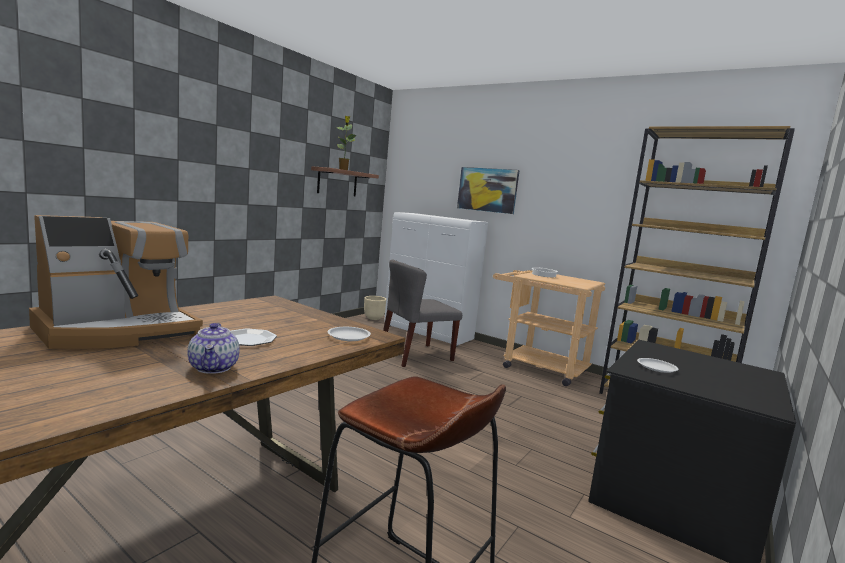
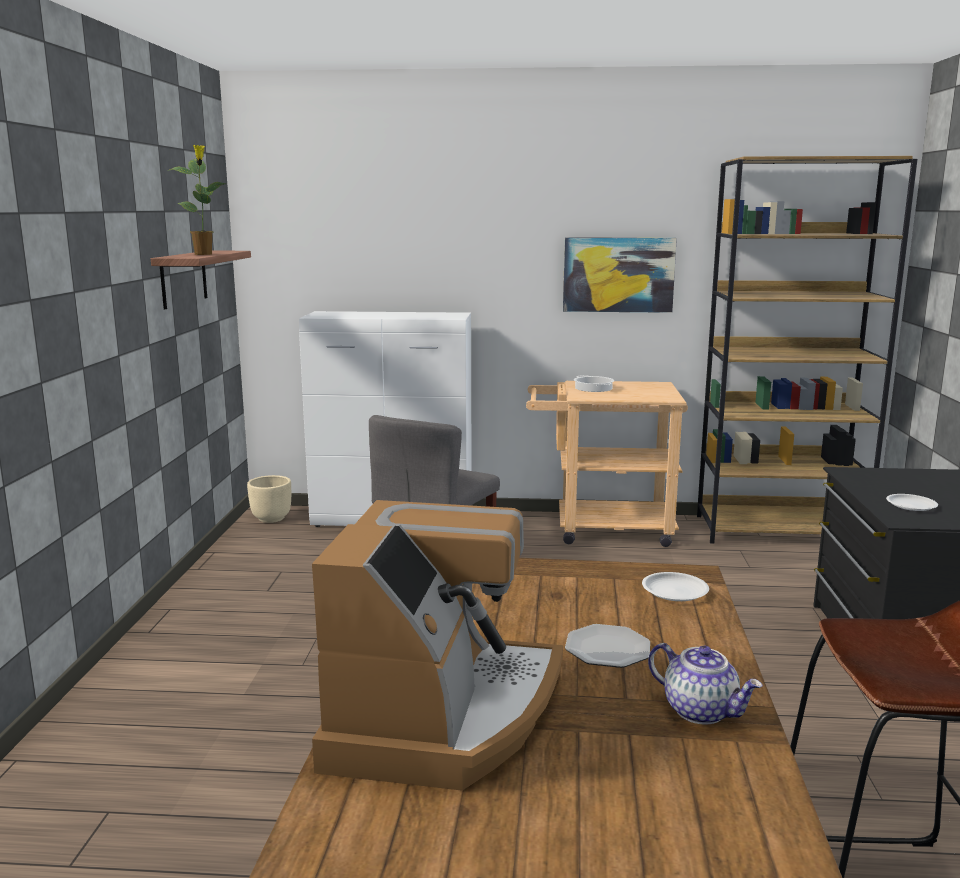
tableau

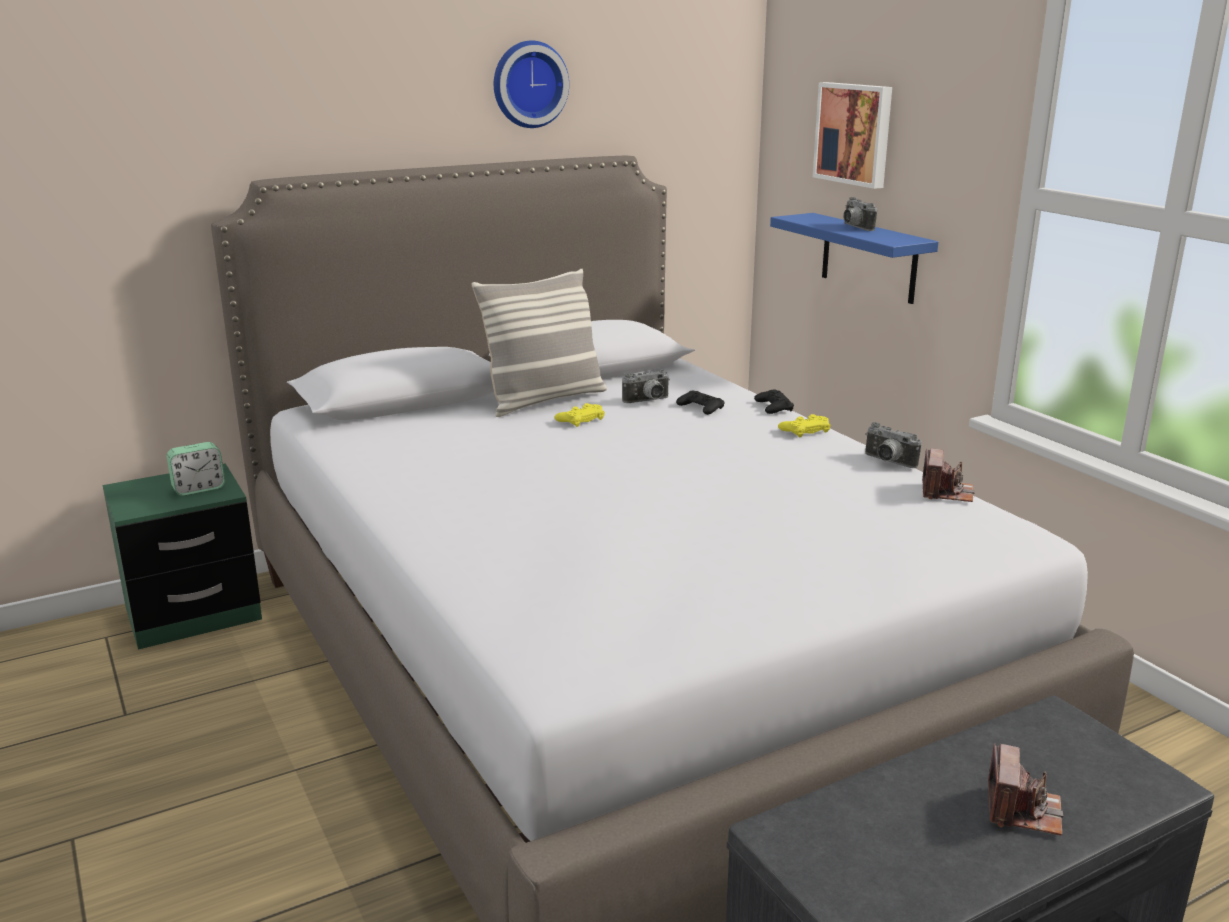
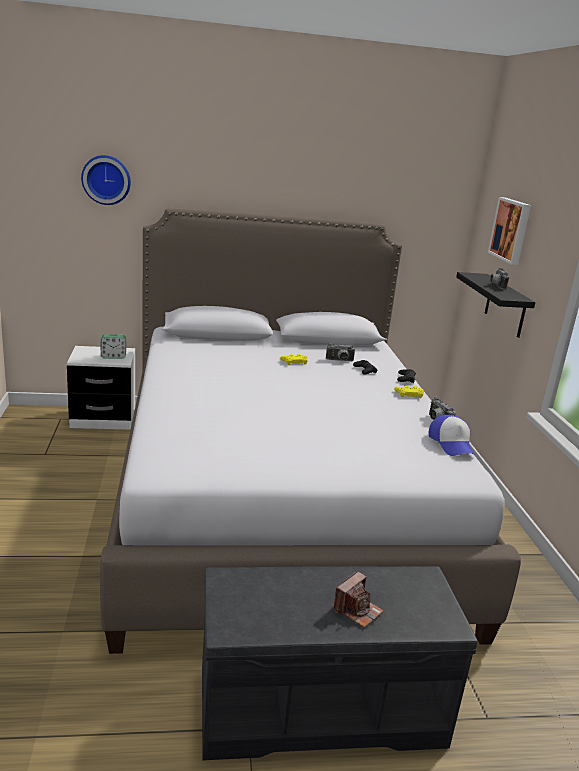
coussin
horloge murale
casquette
table de chevet [blanc]
étagère [noir]

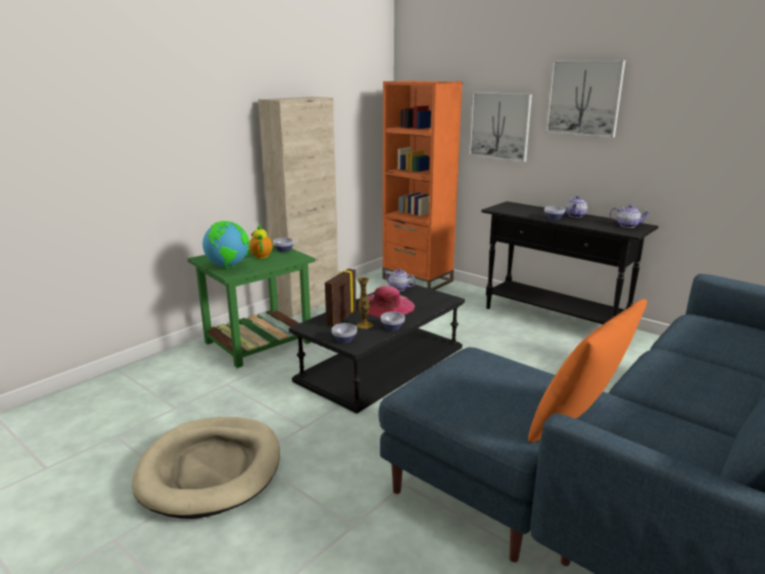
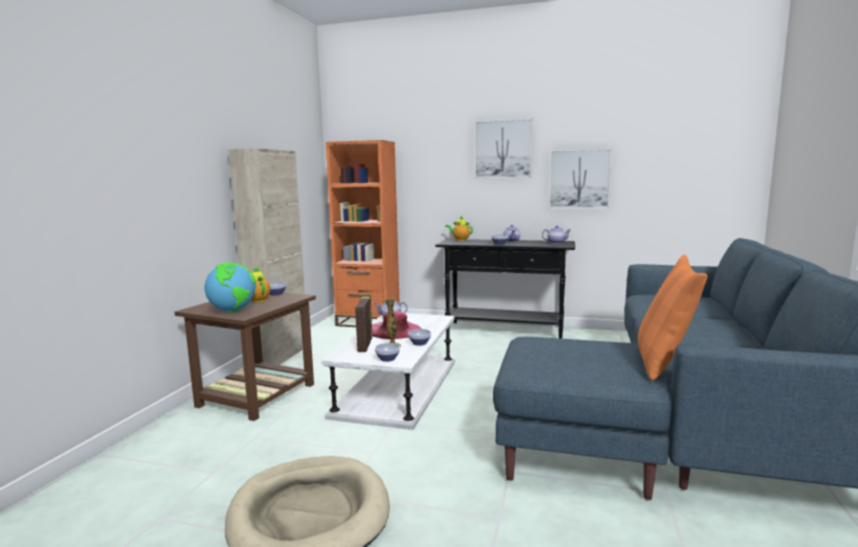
théière (no. 3 from left)
tableau (no. 2 from left)
table d'appoint [marron]
table basse [blanc]

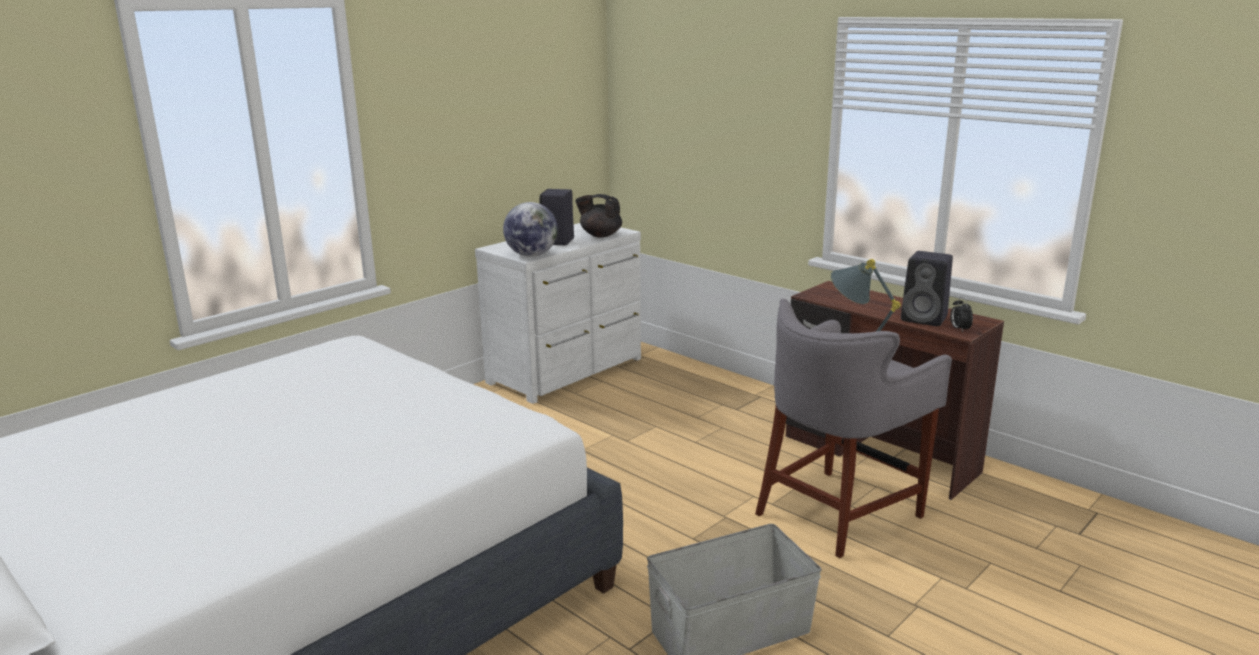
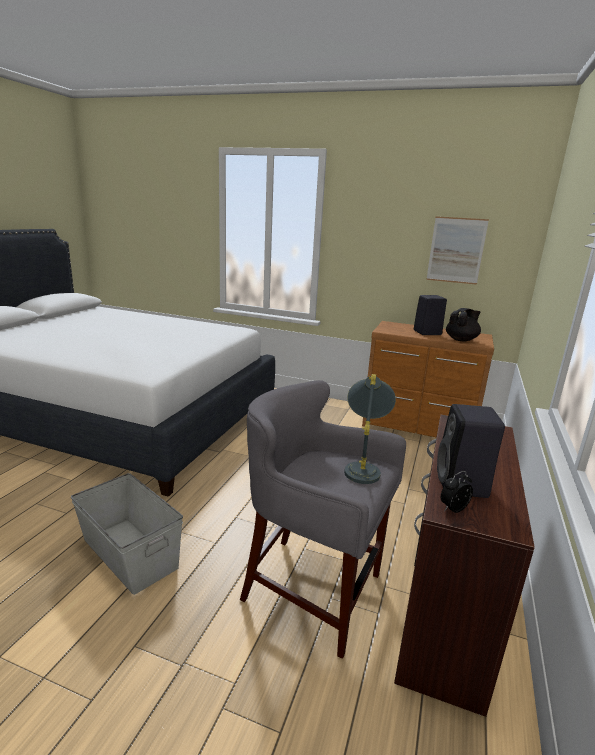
globe
tableau
commode [marron]
théière [noir]

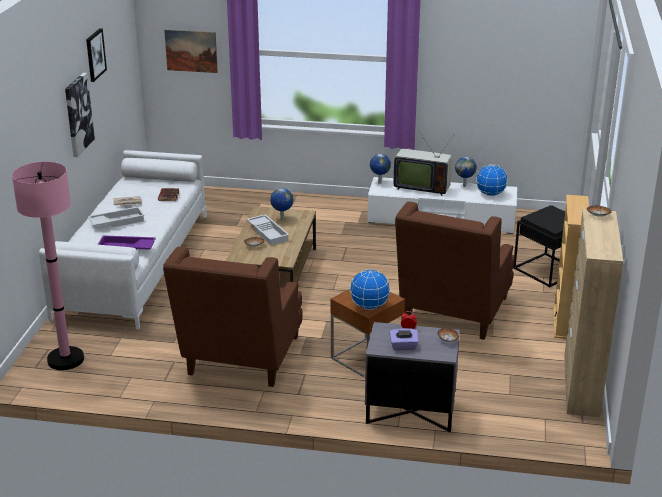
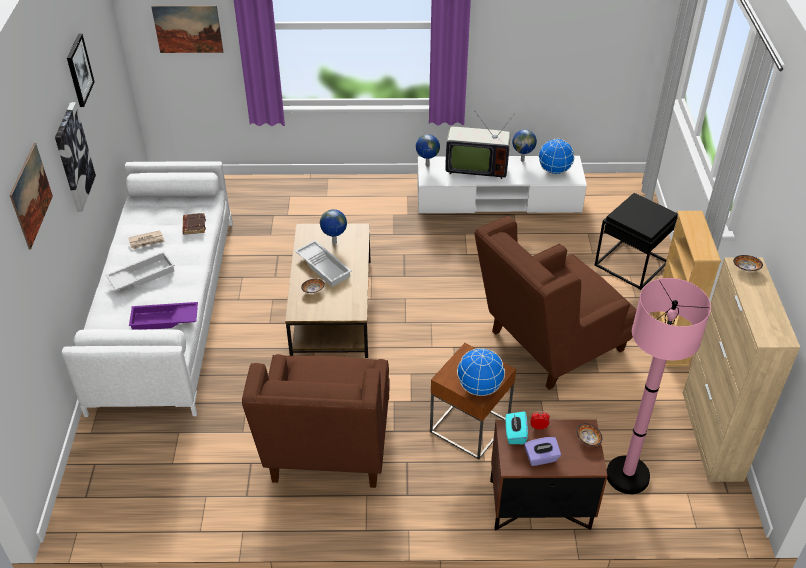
tableau (no. 1 from left)
boîte à mouchoirs [turquoise]
lampadaire [rose]
table de chevet [marron]
fauteuil [marron] (no. 2 from left)

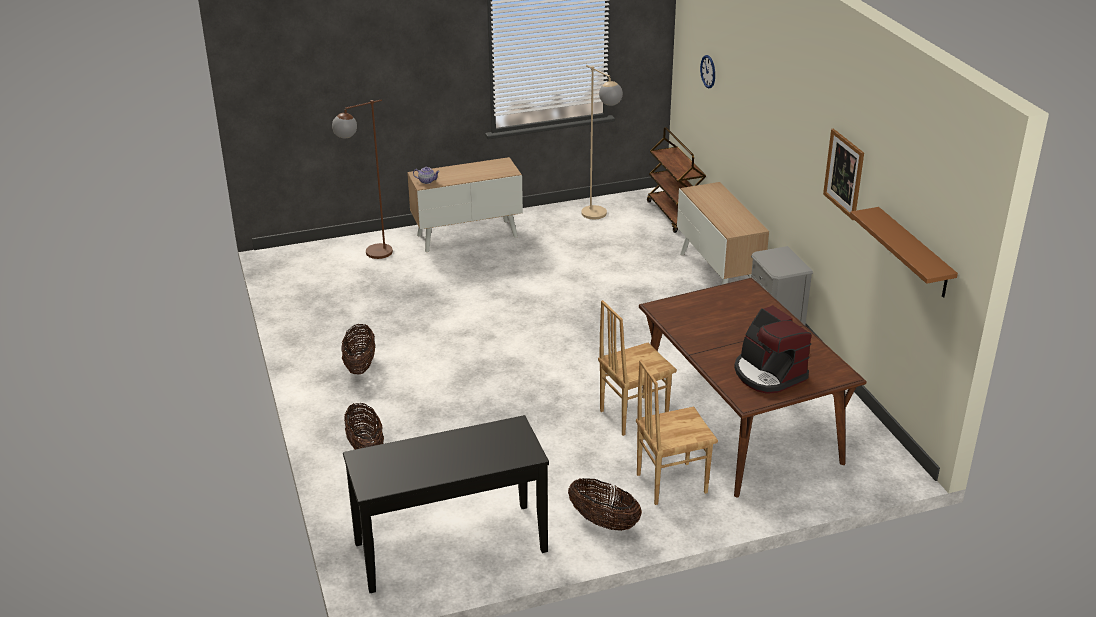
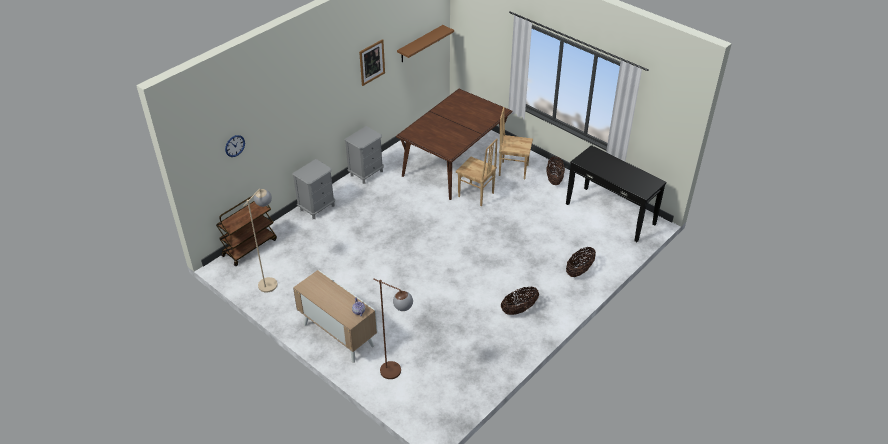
machine à café
table de chevet [gris] (no. 1 from left)
chaise [marron] (no. 2 from left)

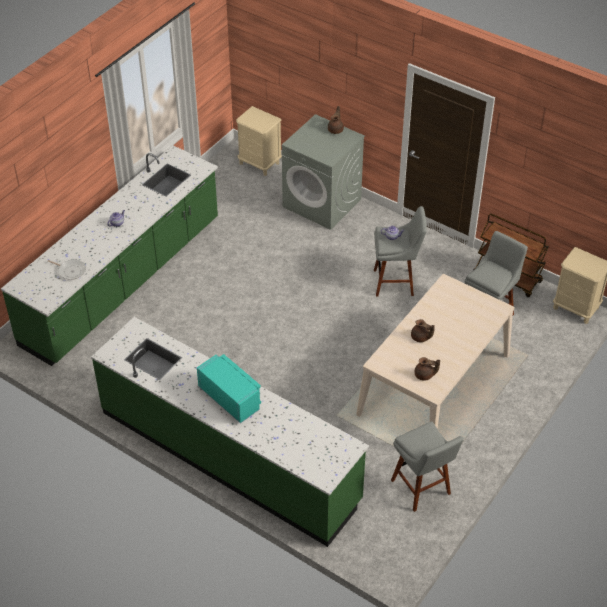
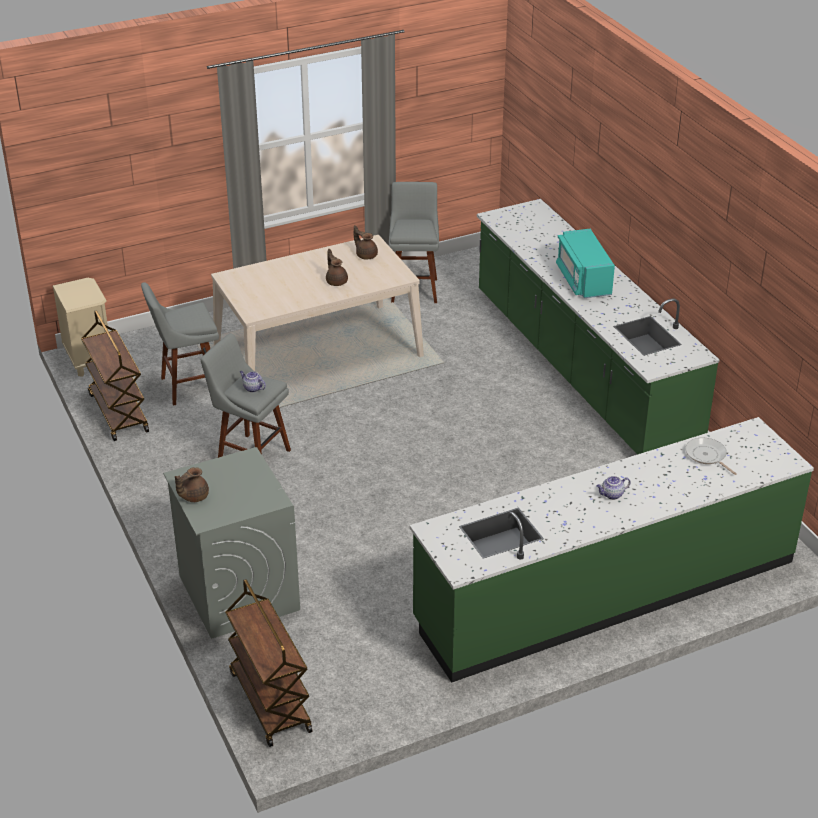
chariot [marron] (no. 2 from left)

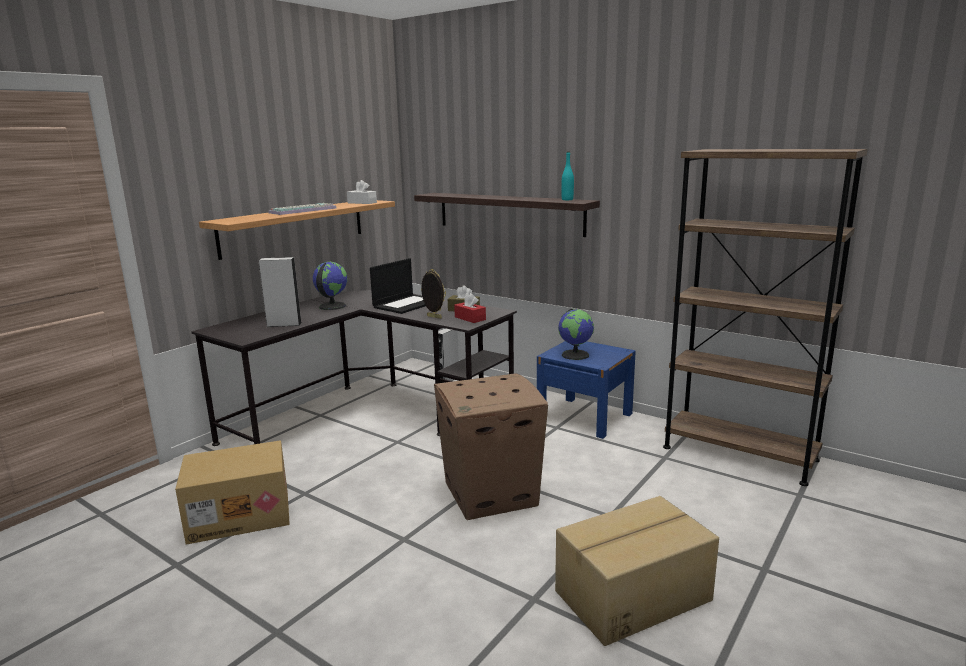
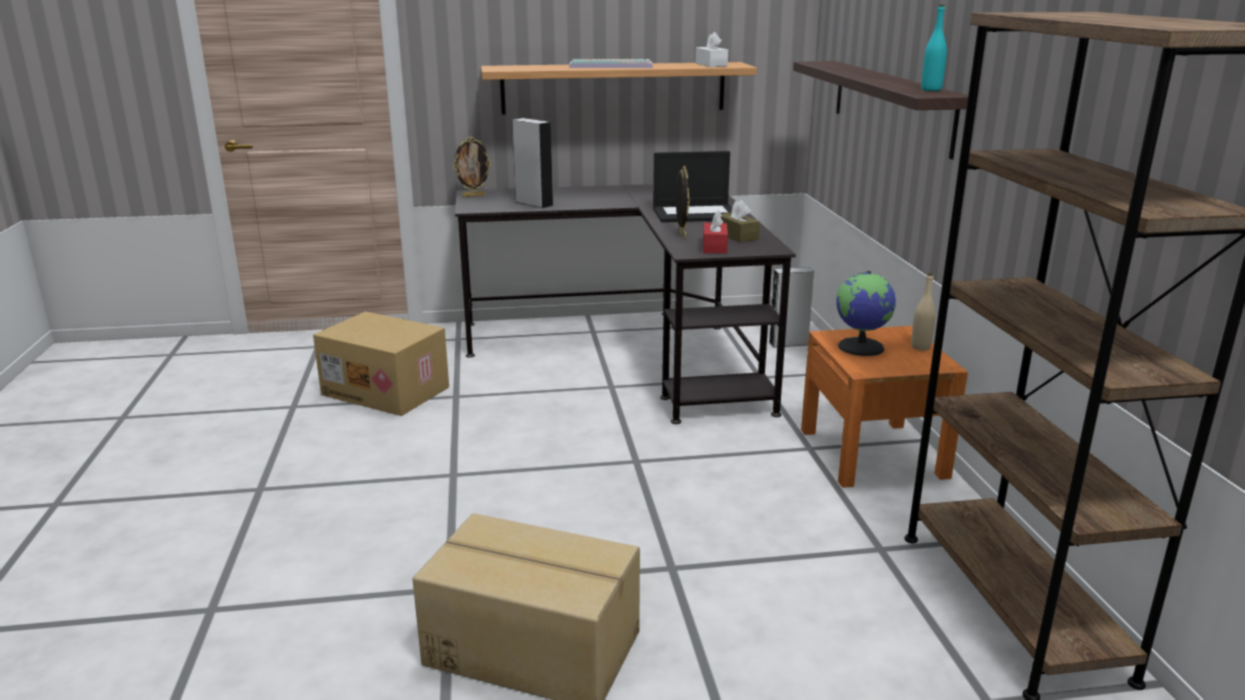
globe (no. 1 from left in the first image)
carton (no. 2 from left in the first image)
cadre photo (no. 1 from left)
bouteille [beige]
table de chevet [orange]

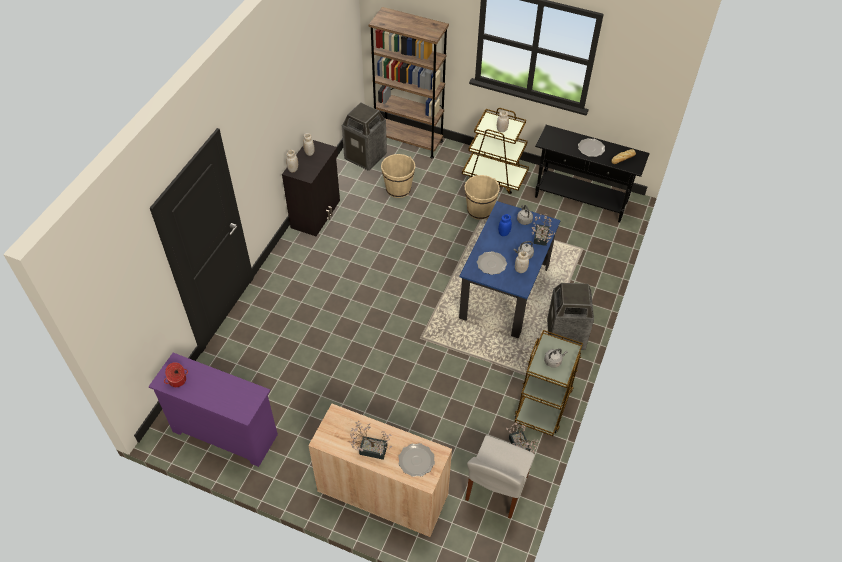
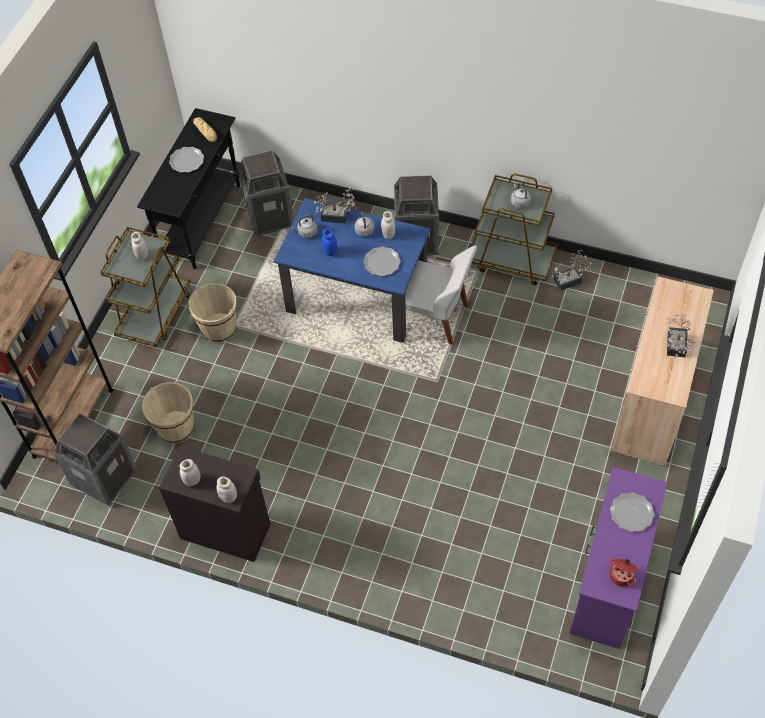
poubelle (no. 2 from left)
assiette (no. 3 from left)
chaise [blanc]

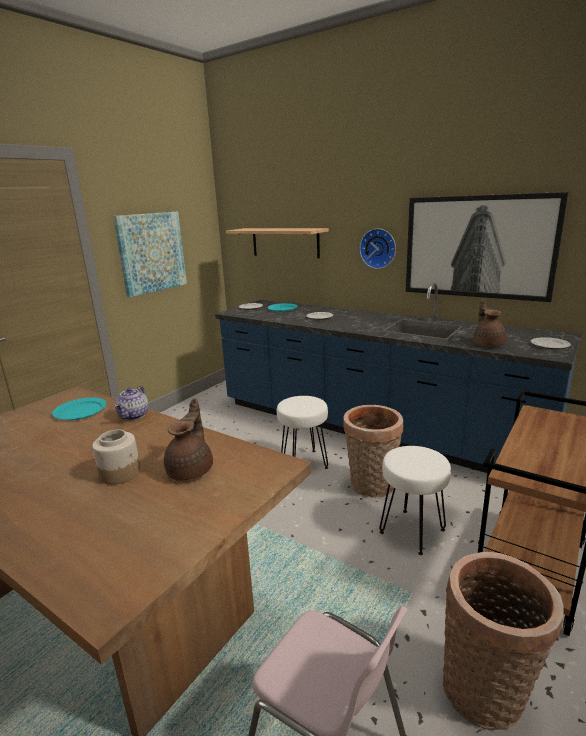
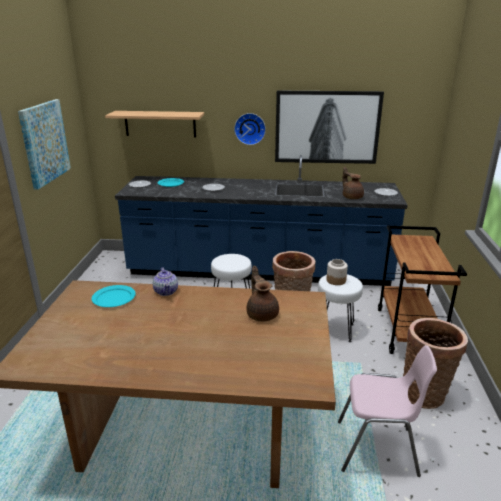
bocal

